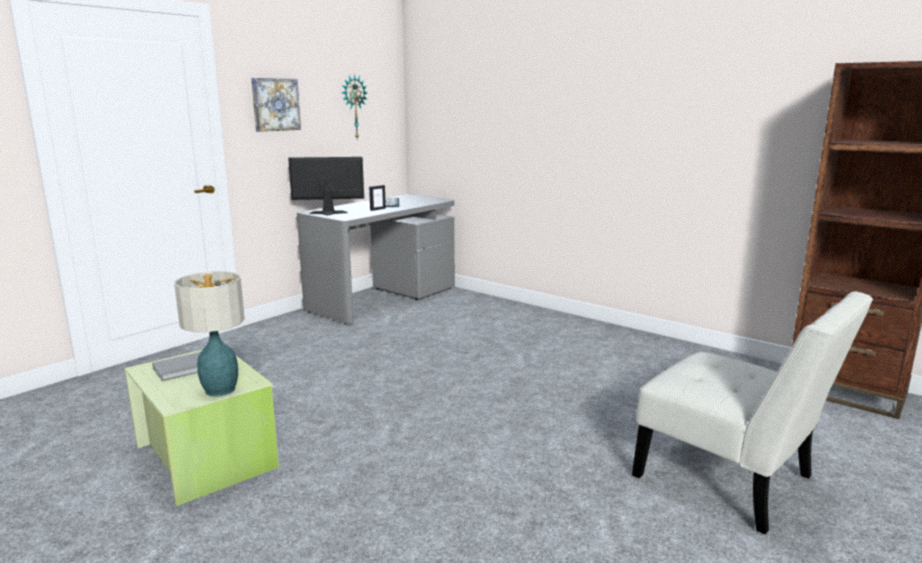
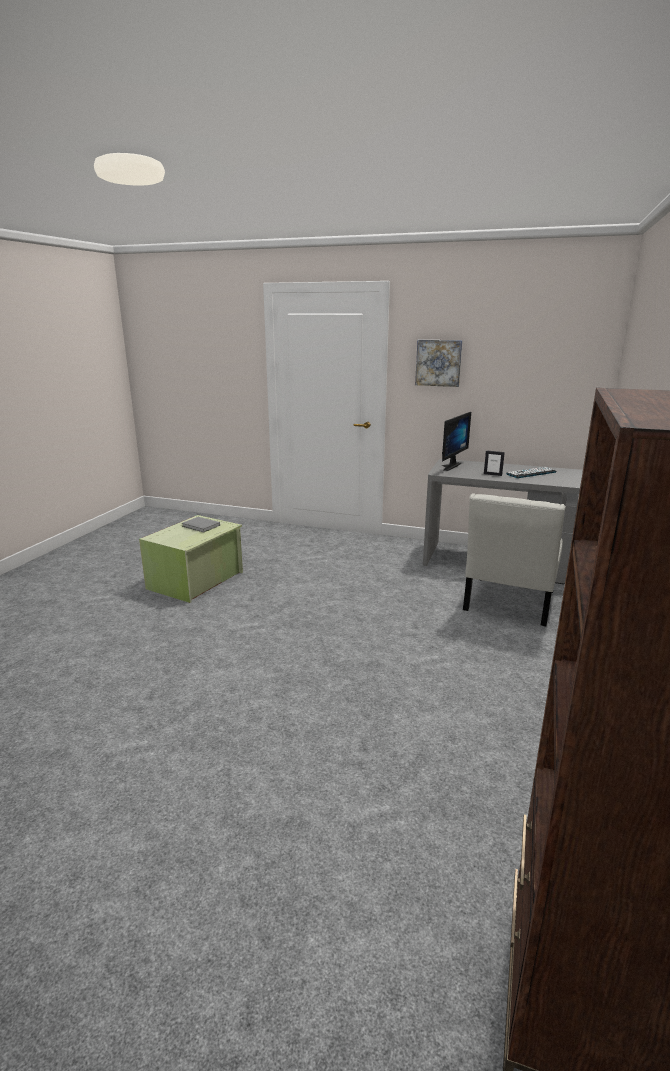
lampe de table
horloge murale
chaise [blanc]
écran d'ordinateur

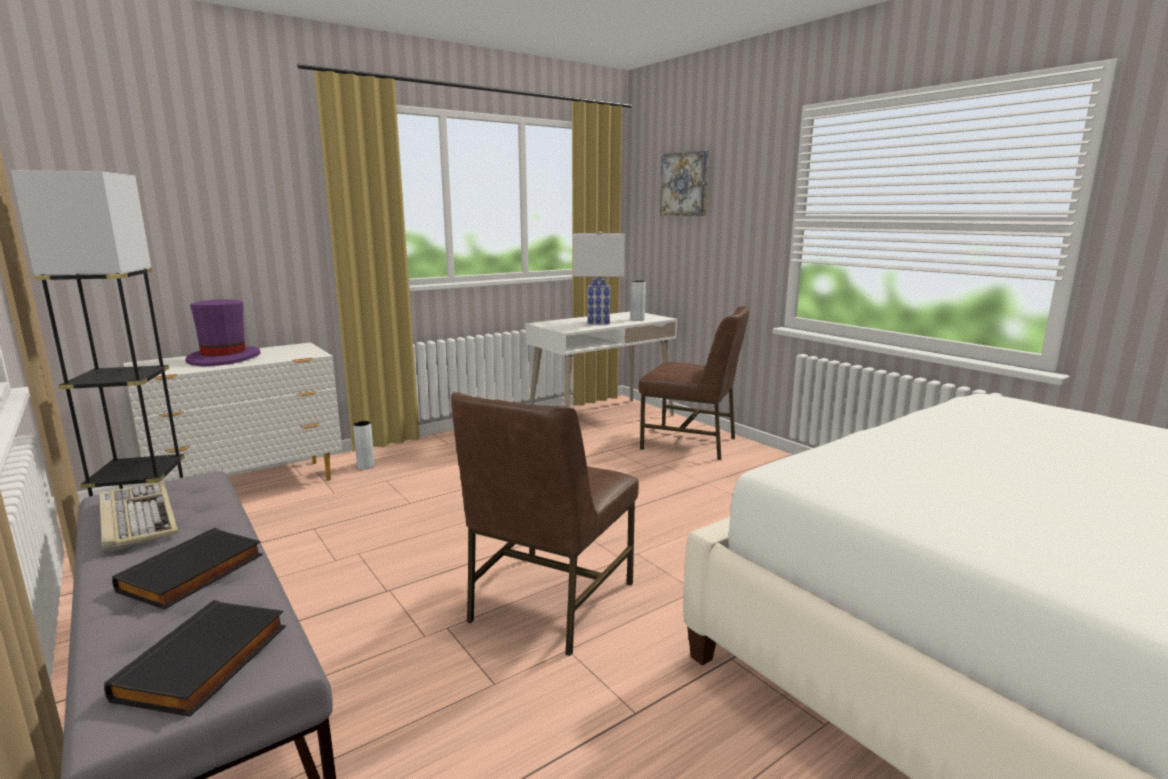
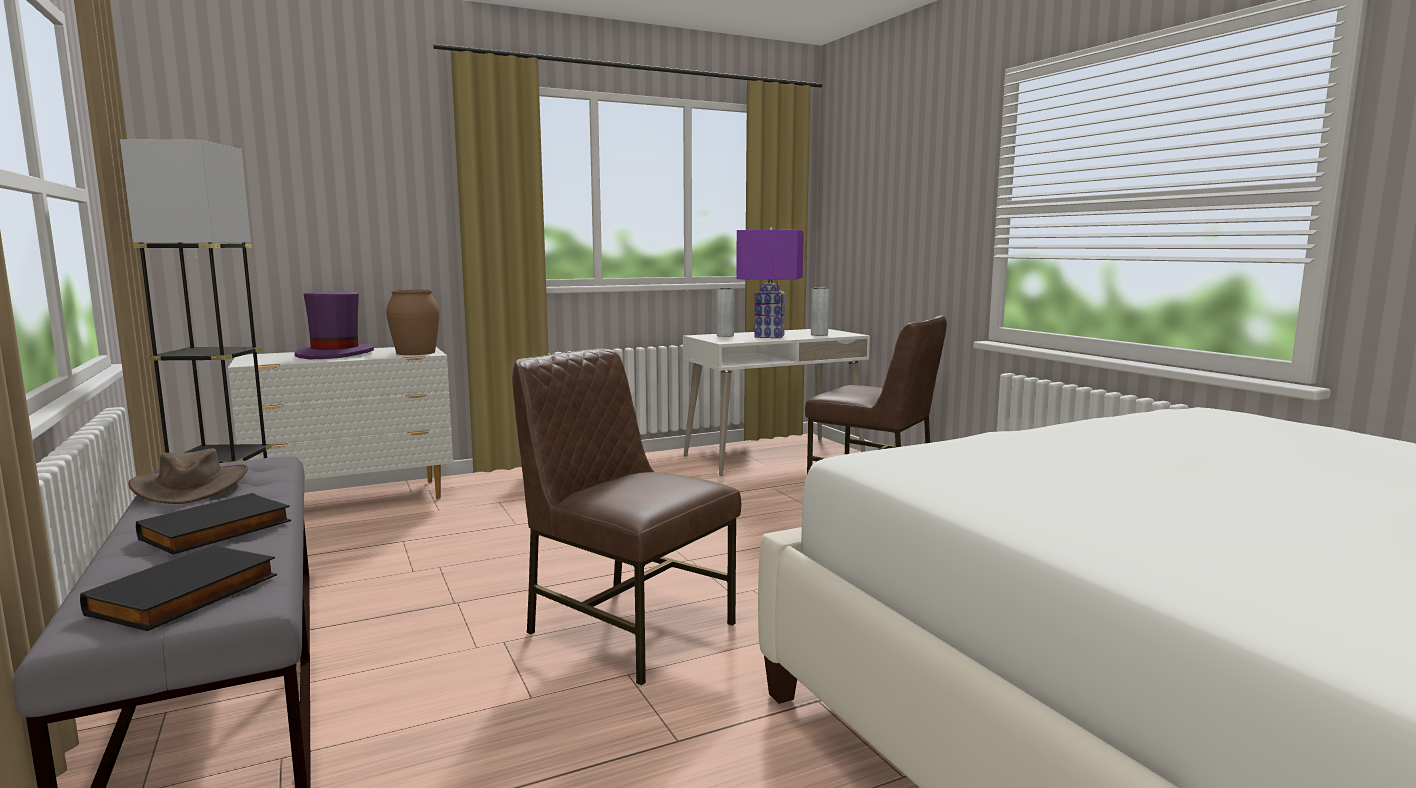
tableau
vase [marron]
vase [gris] (no. 1 from left)
chapeau [marron]
lampe de table [violet]
chaise [marron] (no. 1 from left)

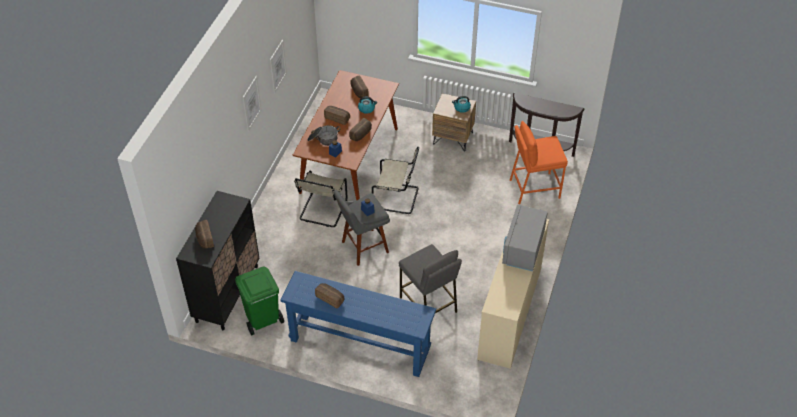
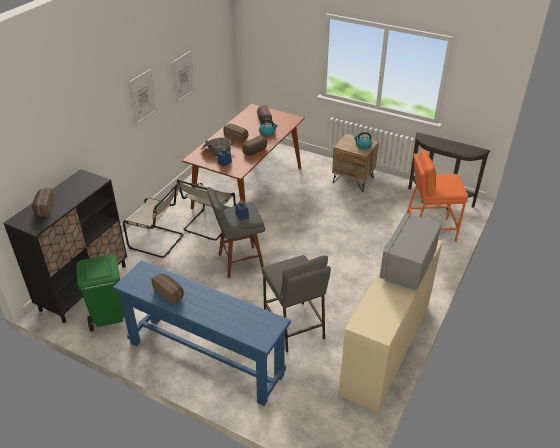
chaise [beige] (no. 1 from left)

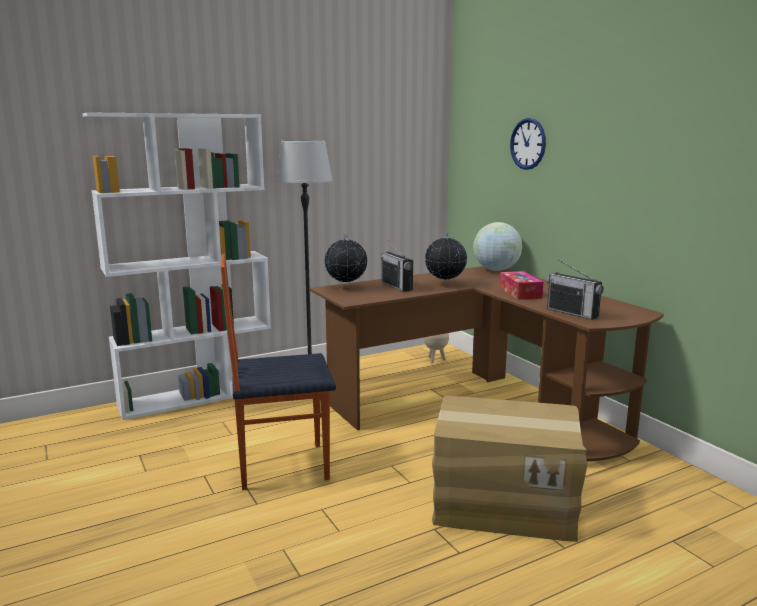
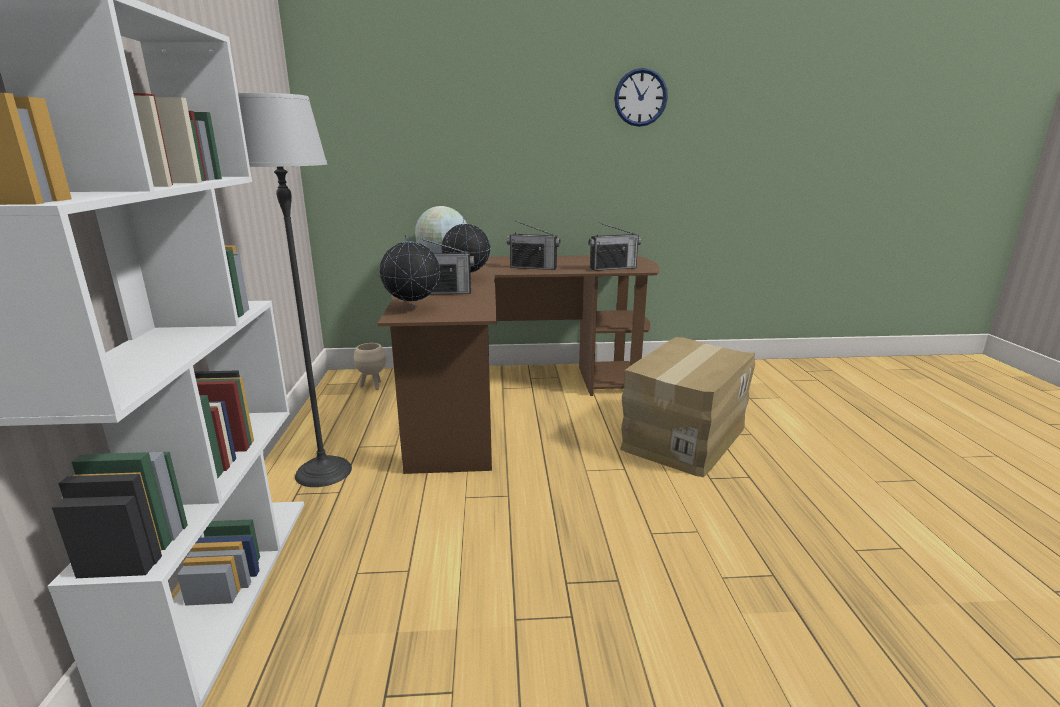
chaise
horloge murale
radio (no. 2 from left)

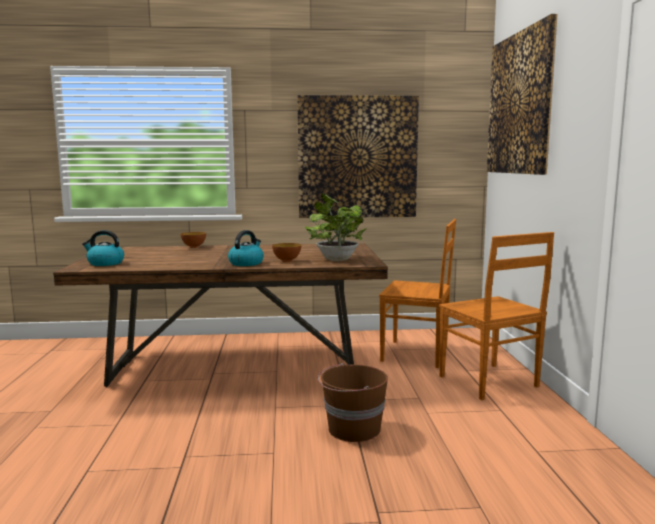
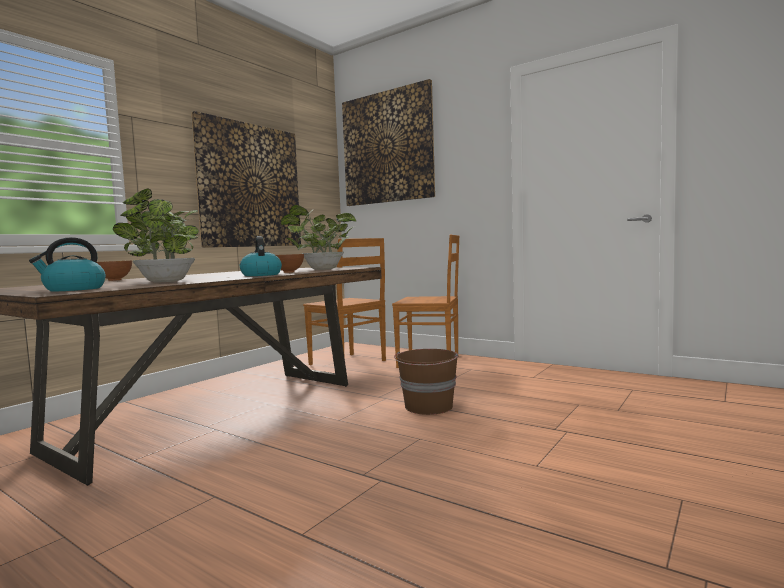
plante en pot (no. 1 from left)
chaise [marron] (no. 1 from left)

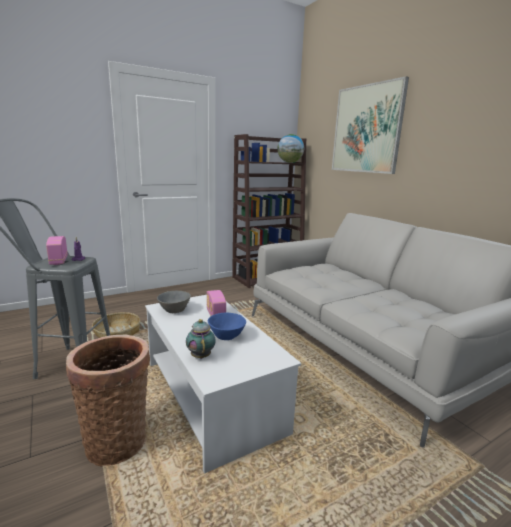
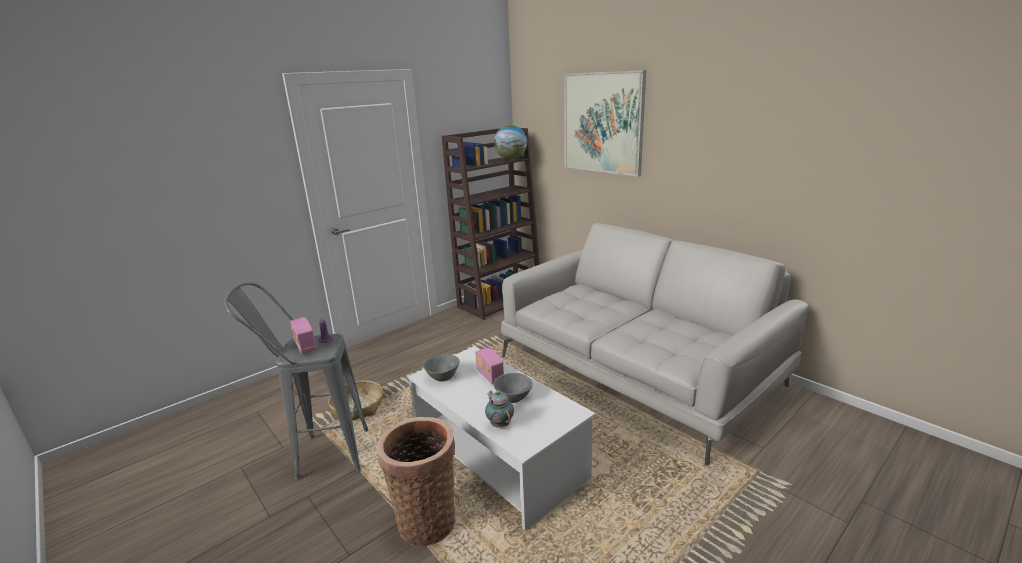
bol [gris] (no. 2 from left)

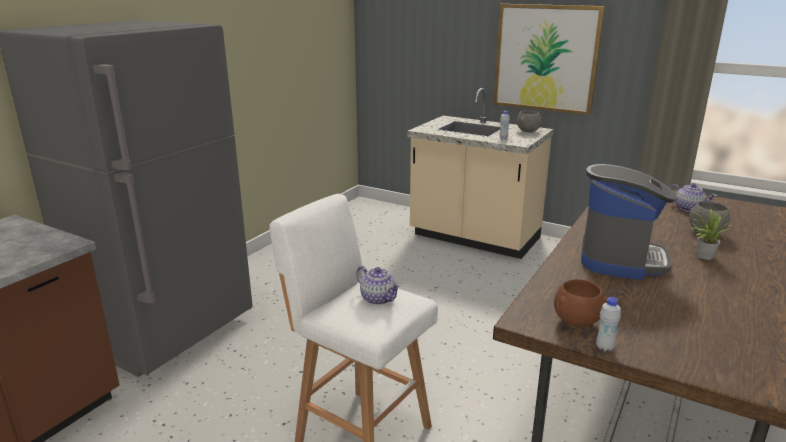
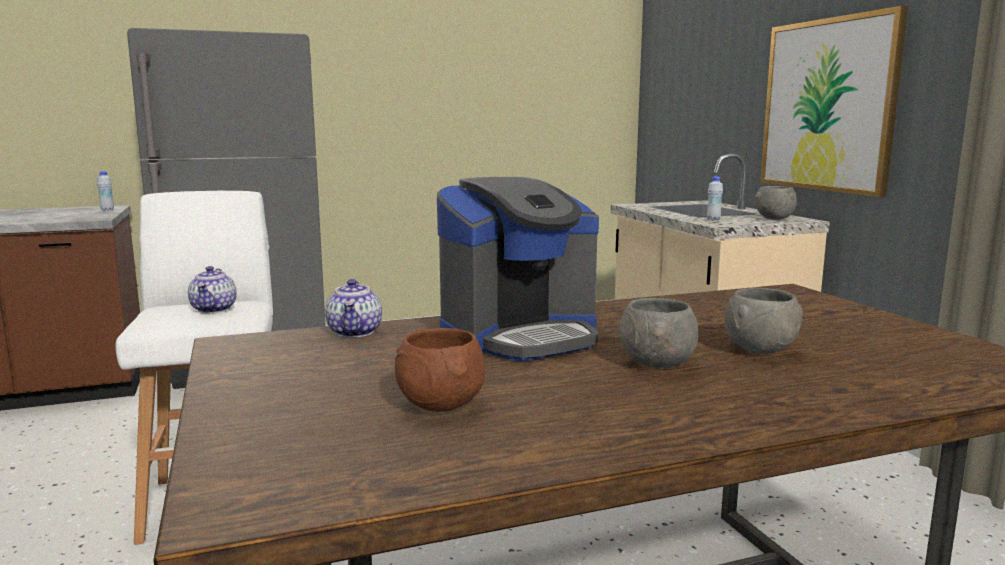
bol [marron]
bouteille [blanc] (no. 1 from left)
théière (no. 2 from left)
bol [gris] (no. 1 from left)

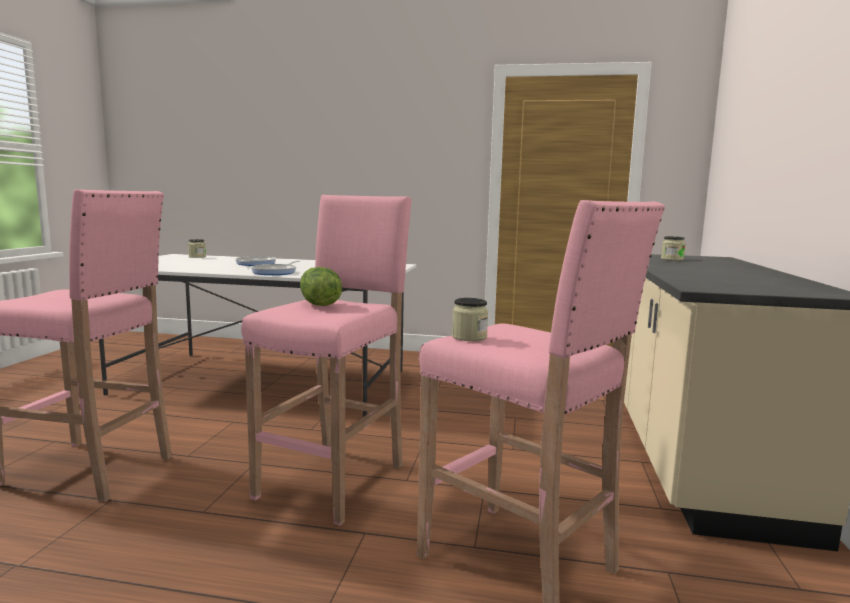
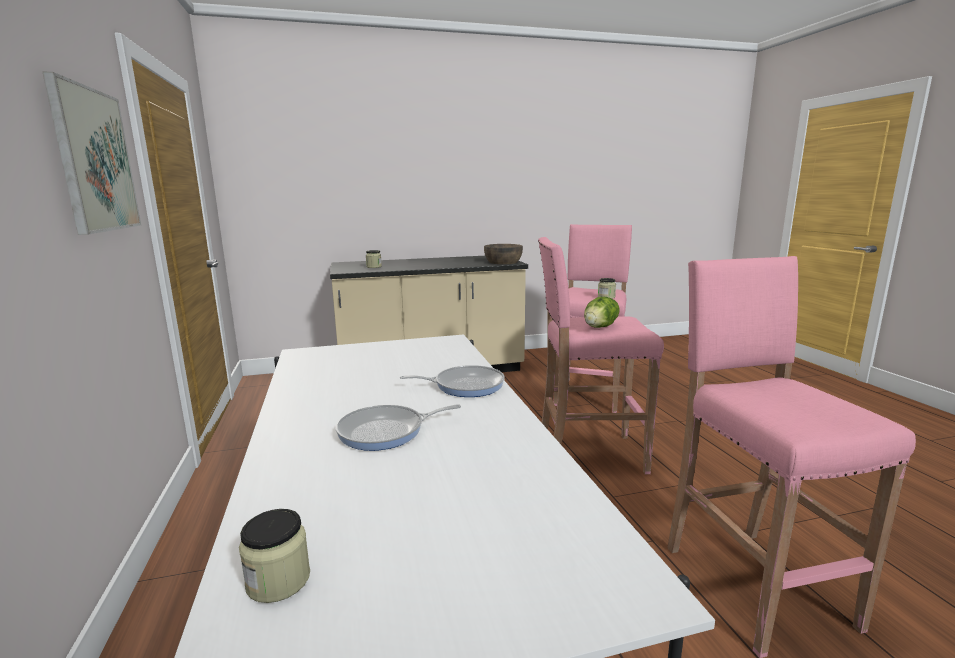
tableau
bol [marron]

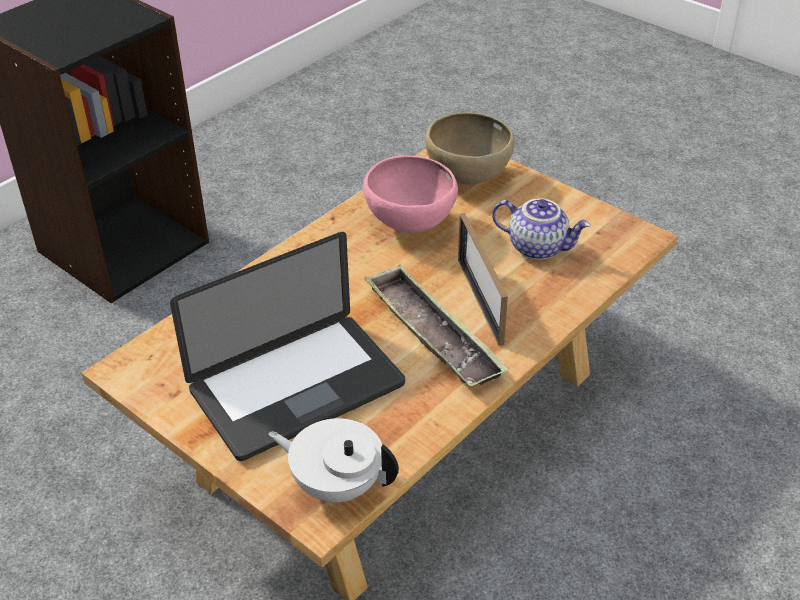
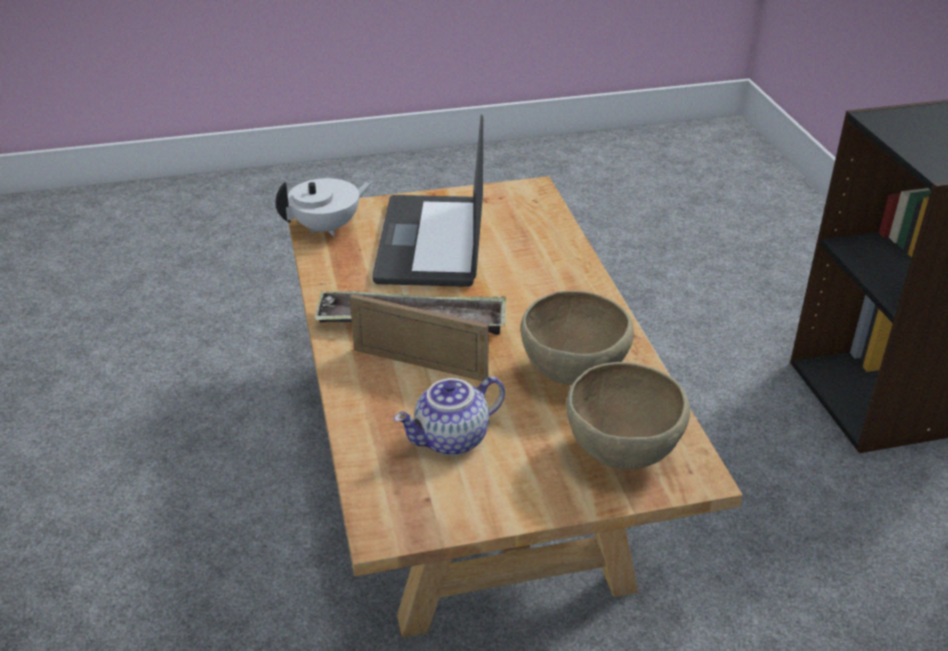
bol [marron] (no. 1 from left)

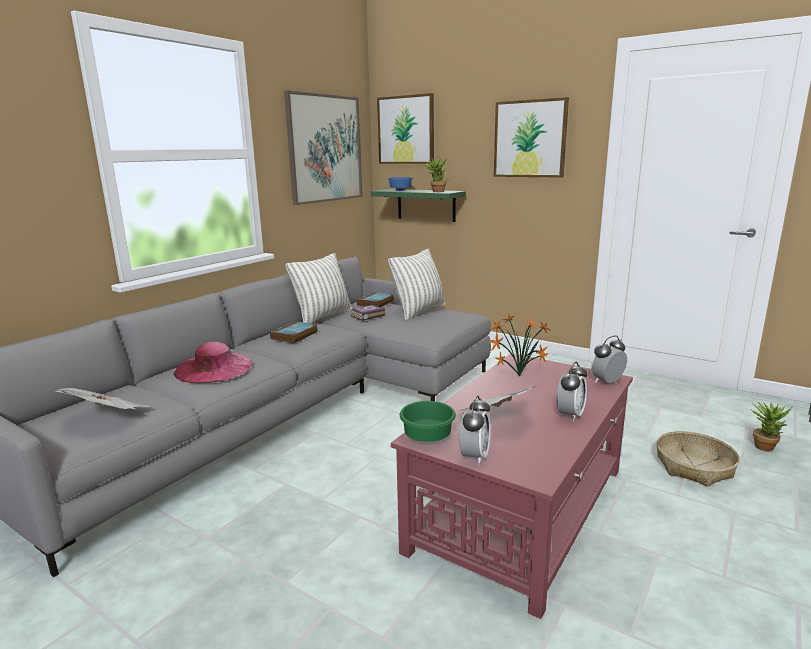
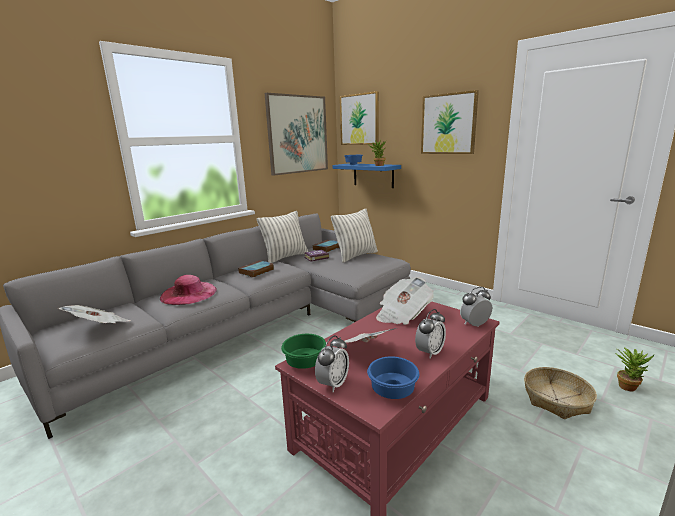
bol [bleu] (no. 2 from left)
journal (no. 3 from left)
étagère [bleu]

